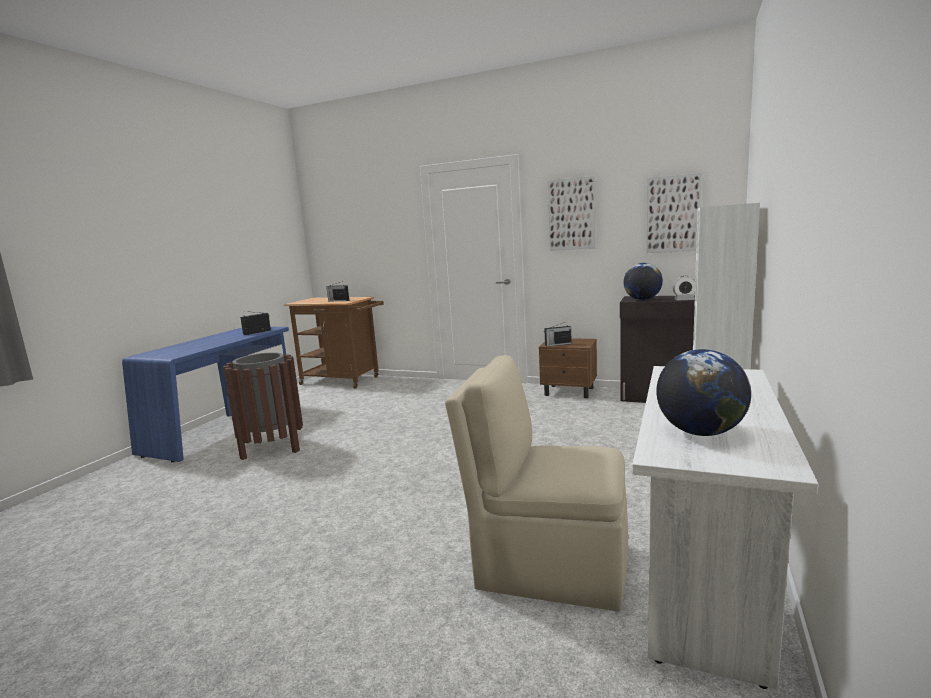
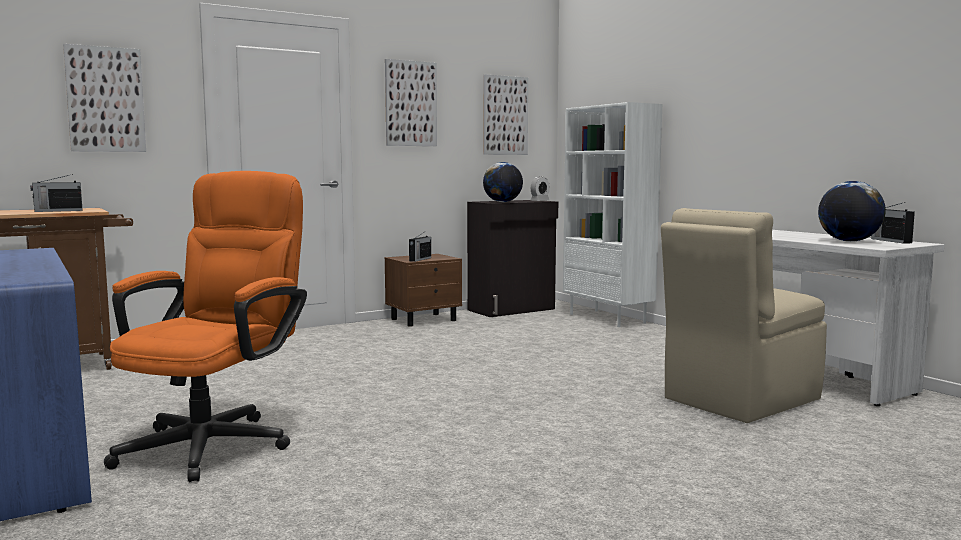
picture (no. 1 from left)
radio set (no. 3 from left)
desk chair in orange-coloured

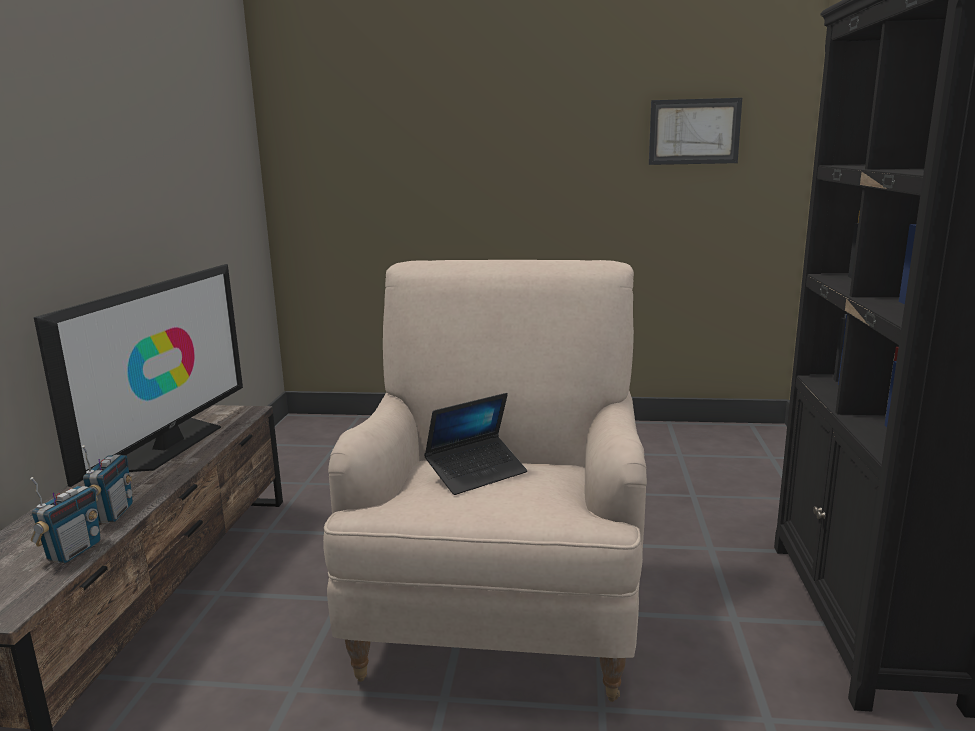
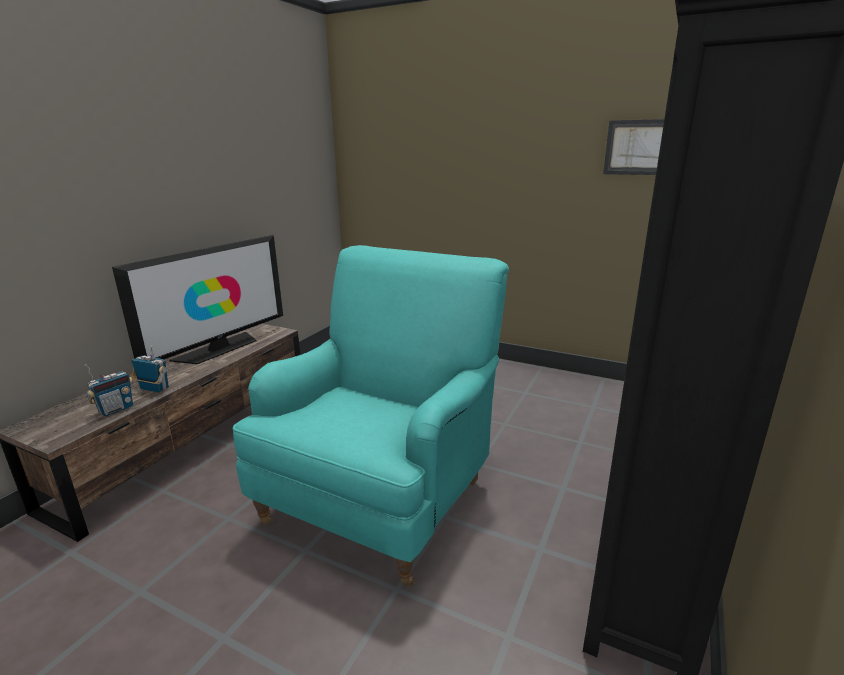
portable computer
armchair in turquoise
radio set (no. 2 from left)

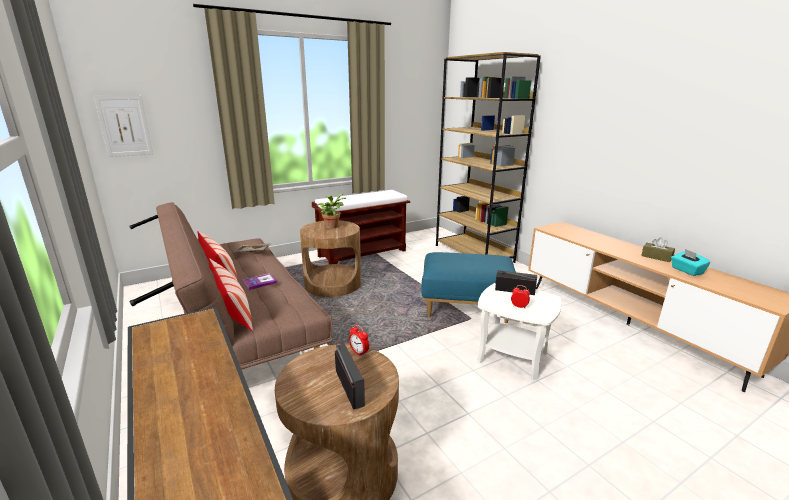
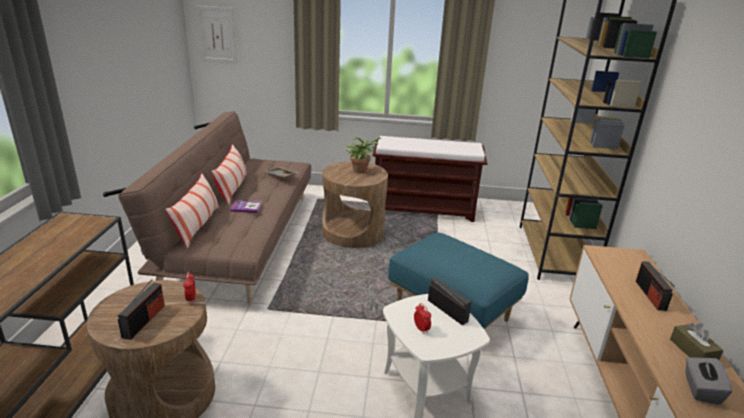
radio set (no. 3 from left)
tissue box in greyish

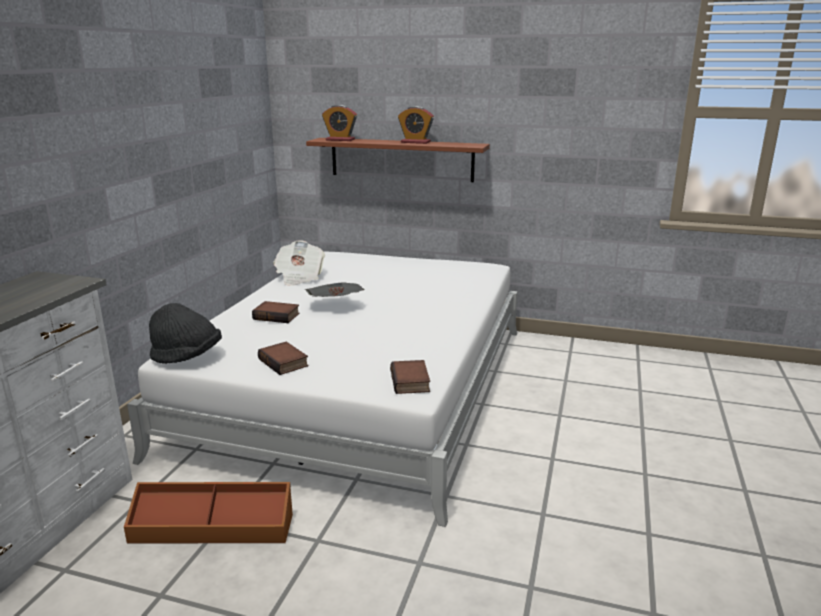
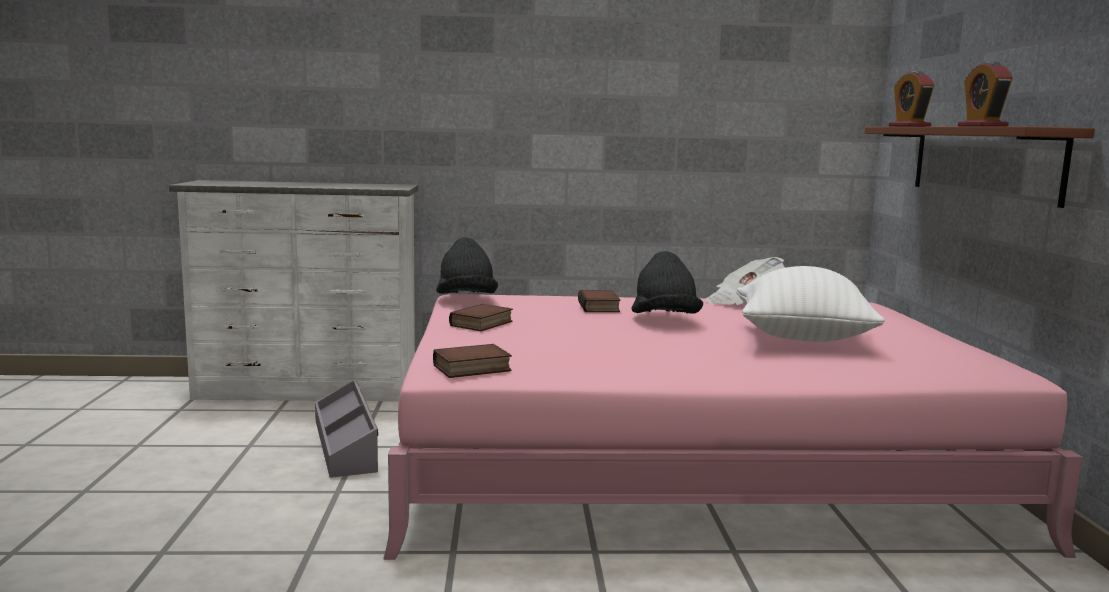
throw pillow in whitish
clothing hat in blackish (no. 2 from left)
storage container in greyish
bed in pink-coloured

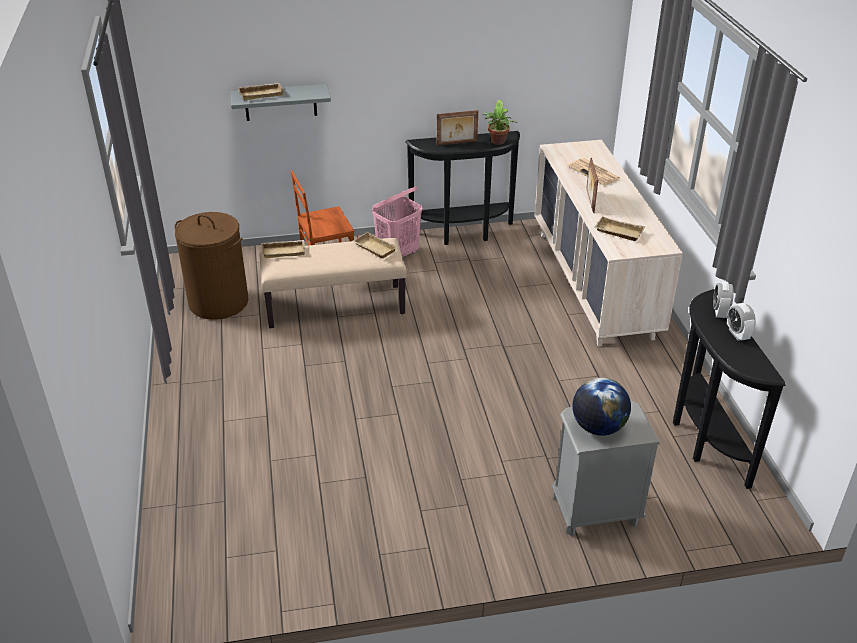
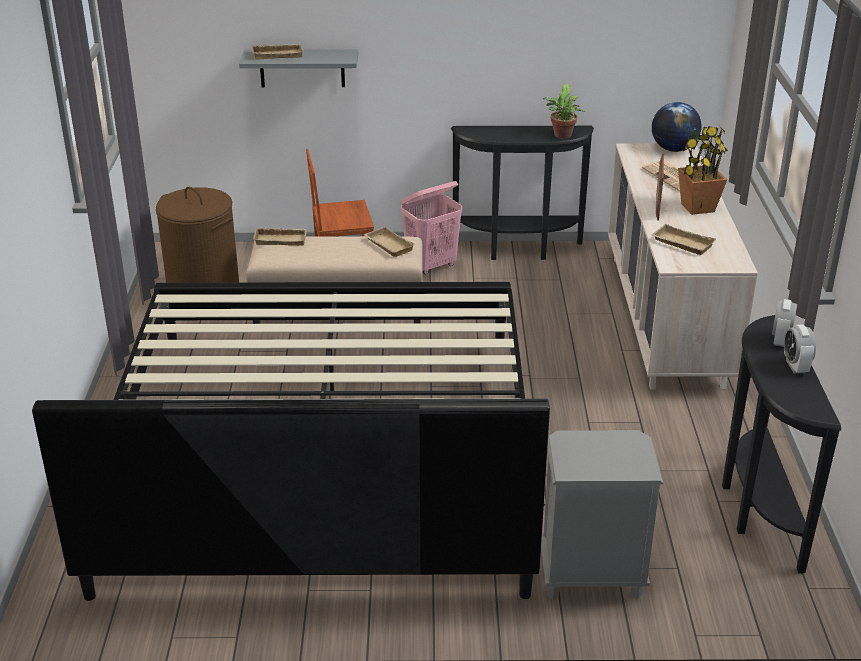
picture frame (no. 1 from left in the first image)
bed
potted plant (no. 2 from left)
world globe

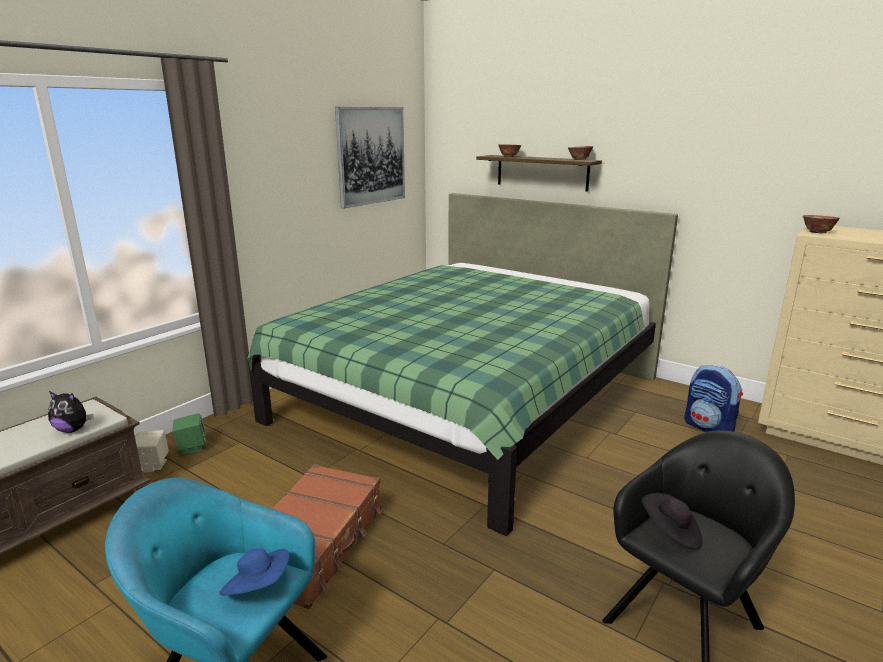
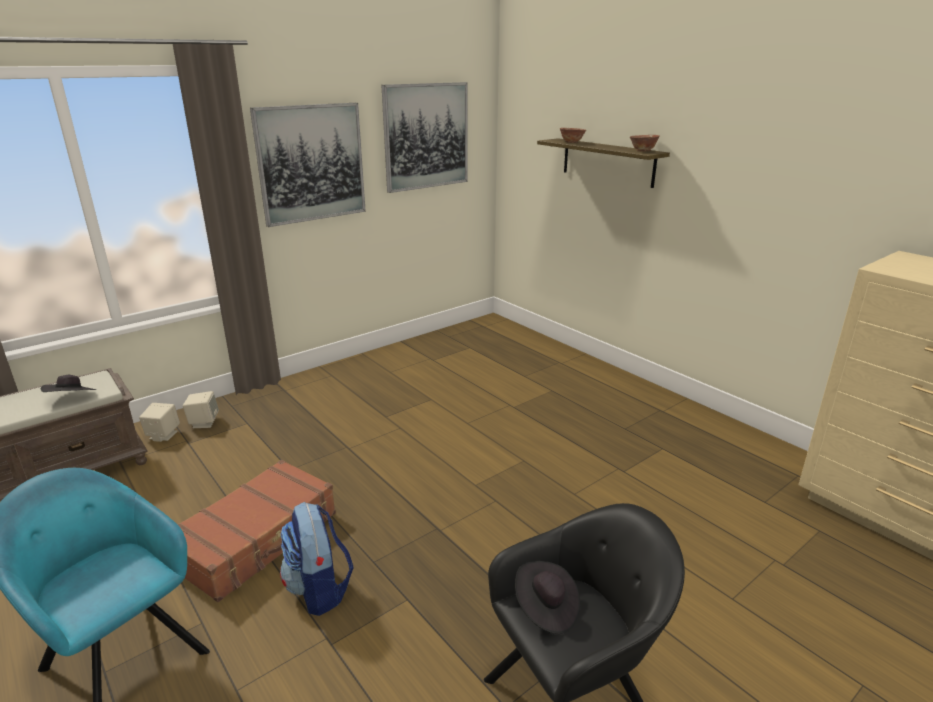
clothing hat in blue
bed in green
bowl (no. 3 from left in the first image)
picture (no. 1 from left)
rucksack
clothing hat in blackish (no. 1 from left)
speaker in beige (no. 2 from left)

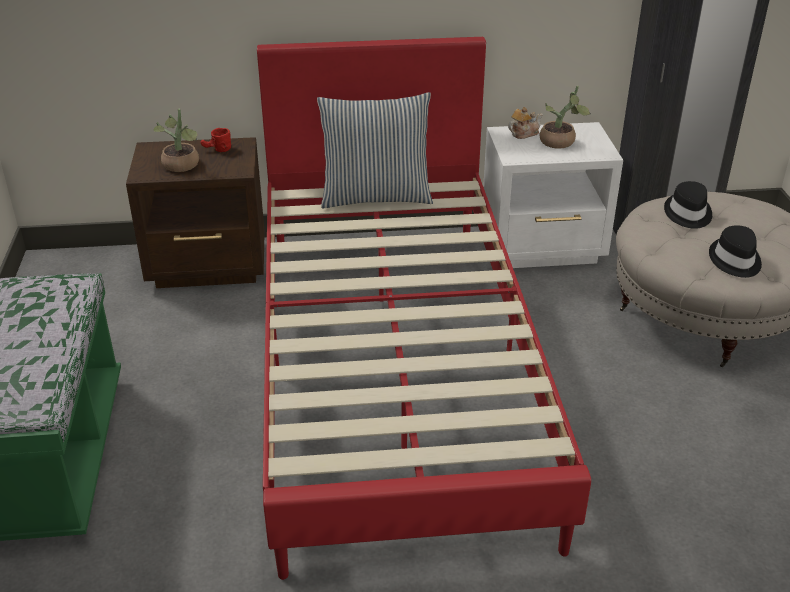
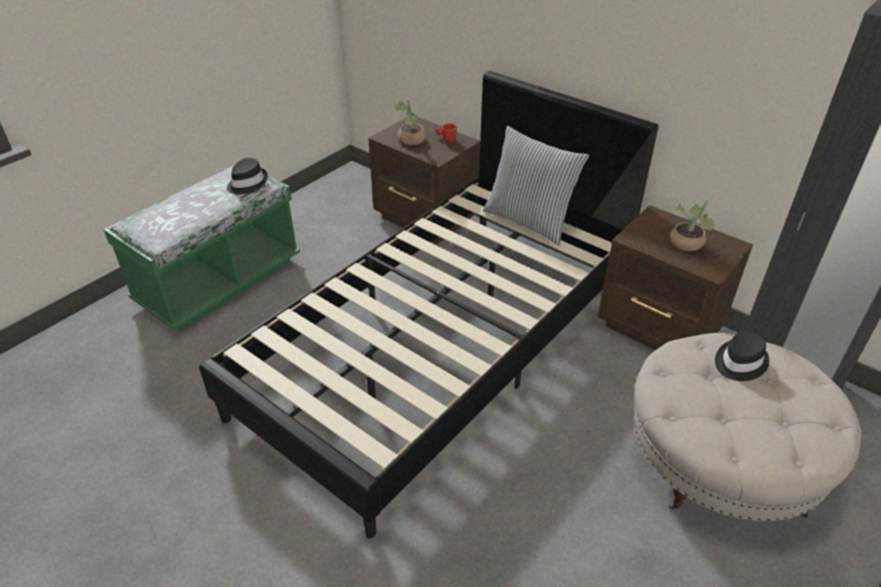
tea pot
clothing hat in blackish (no. 1 from left)
bed in blackish
nightstand in brown (no. 2 from left)

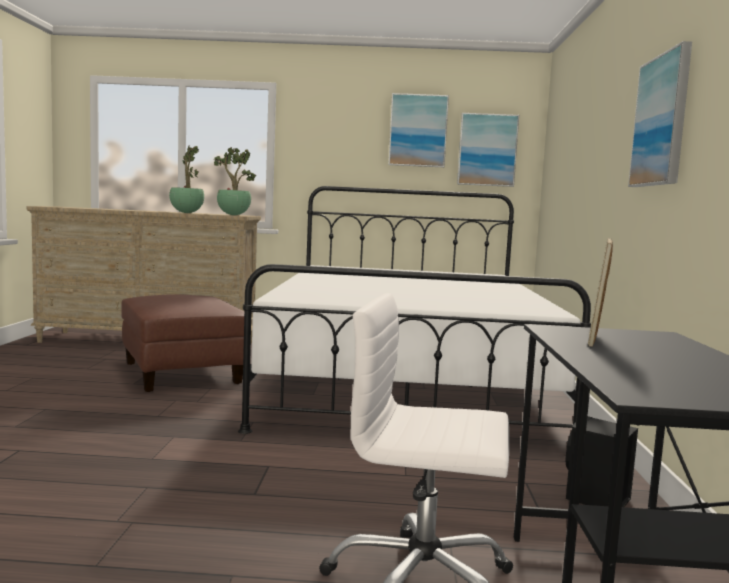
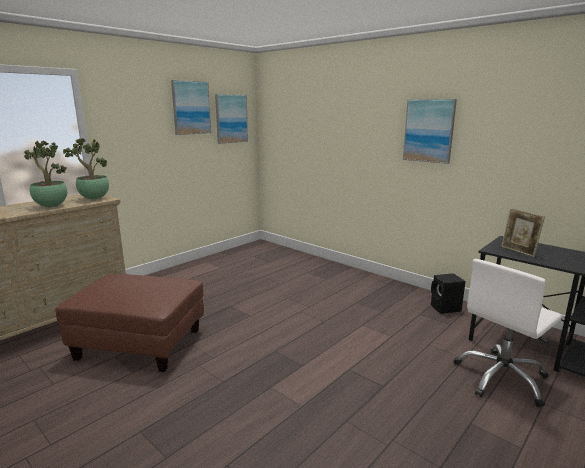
bed in whitish

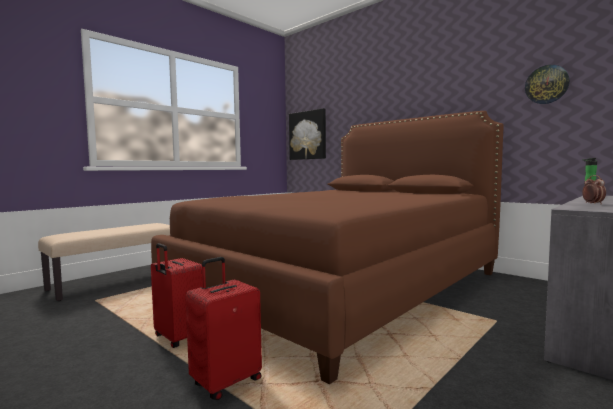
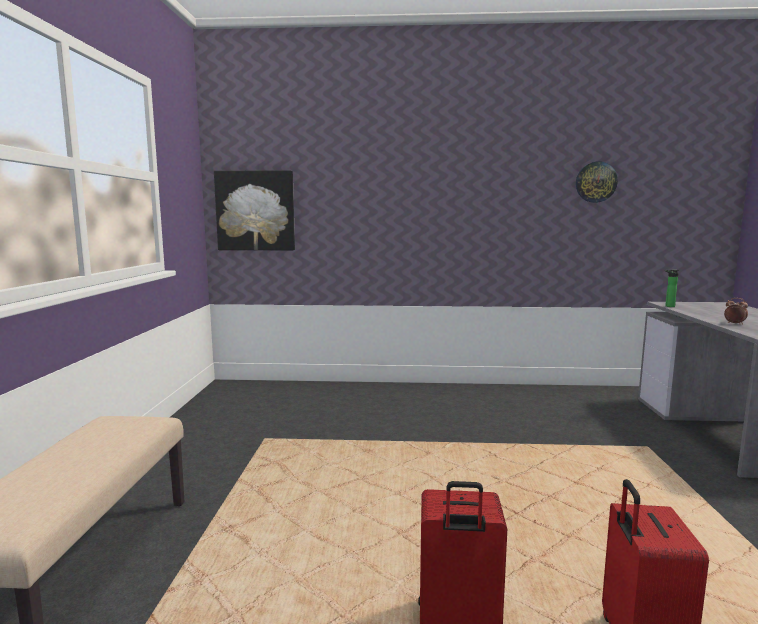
bed in brown

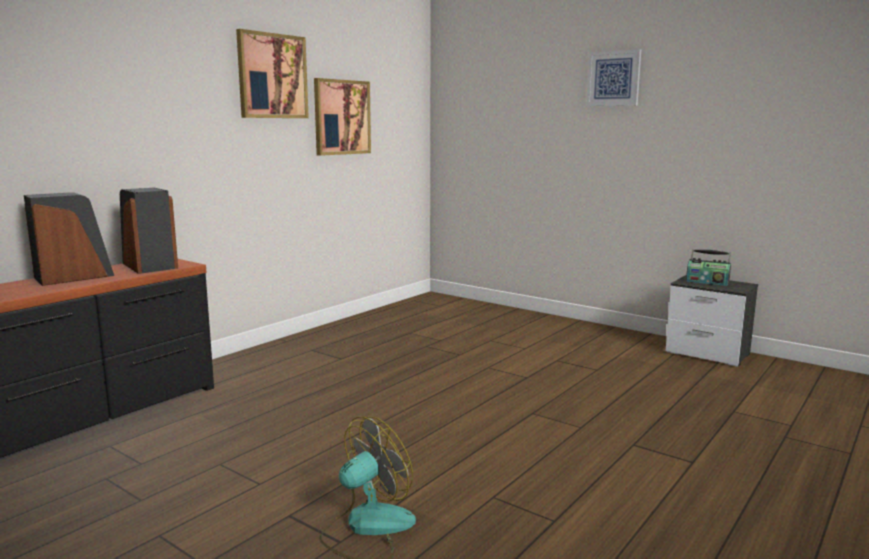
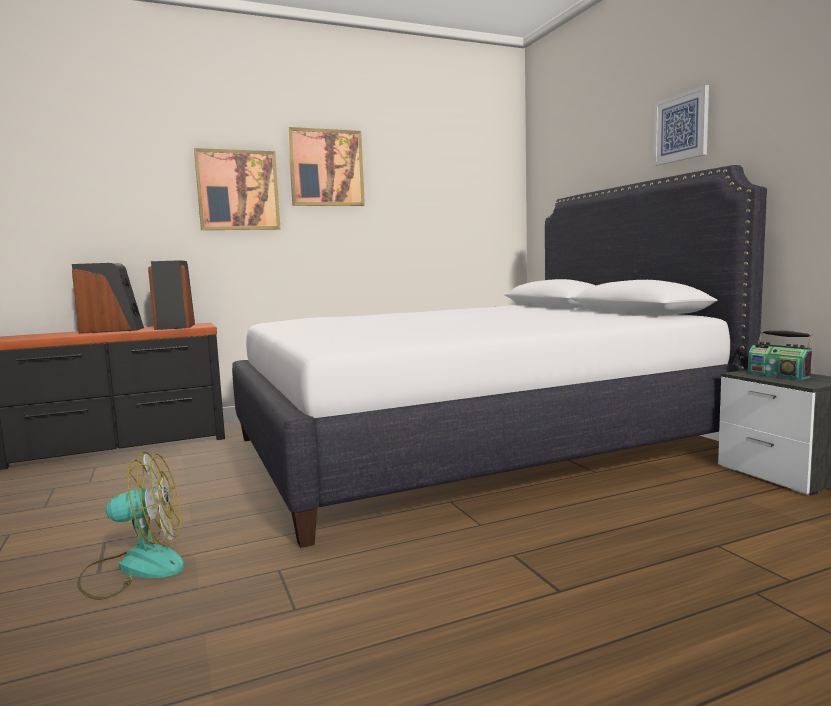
bed in whitish
picture (no. 1 from left)

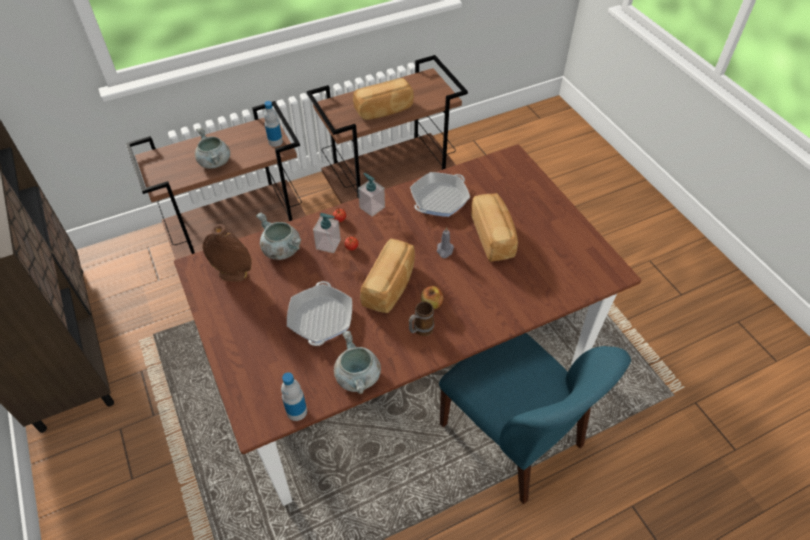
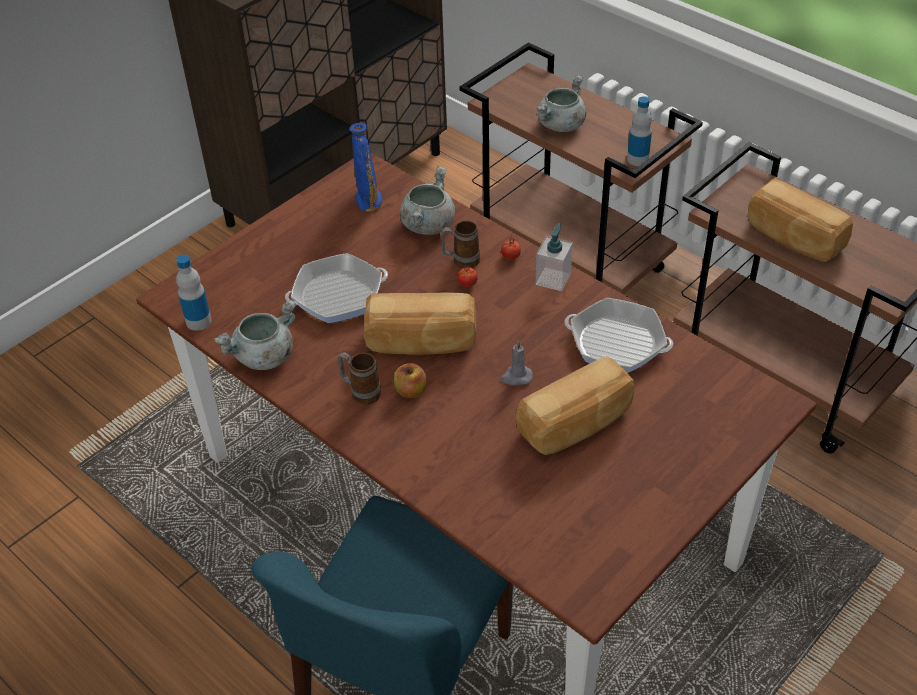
tea mug (no. 2 from left)
flower vase in blue

